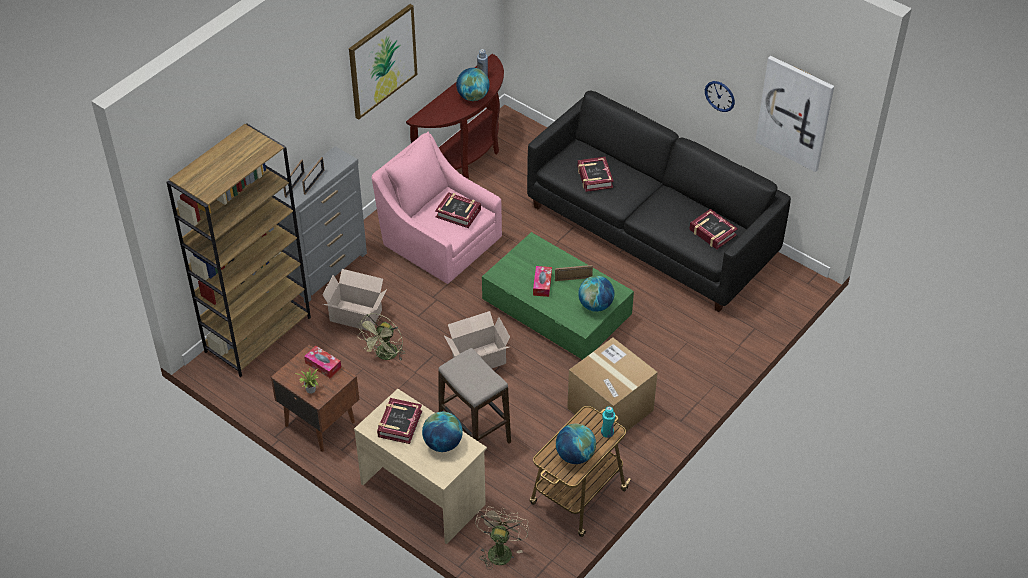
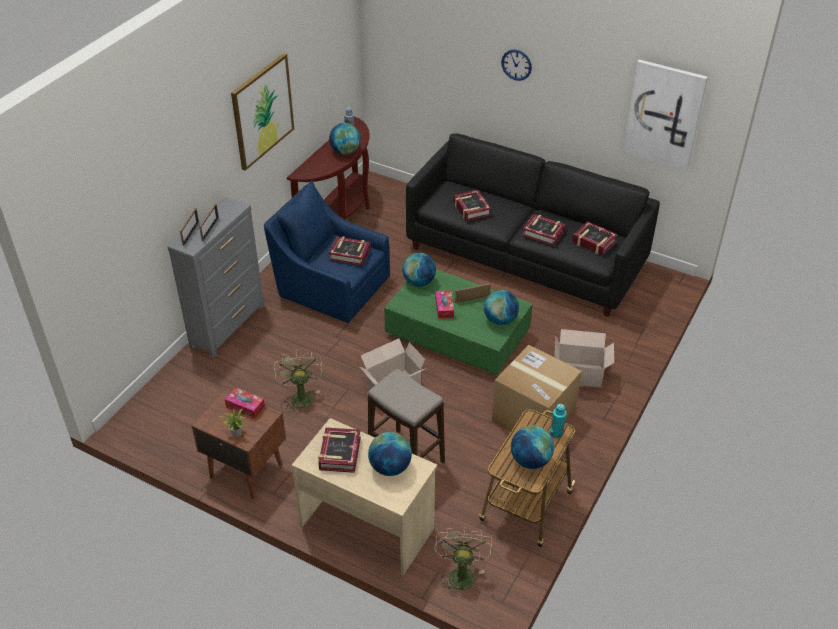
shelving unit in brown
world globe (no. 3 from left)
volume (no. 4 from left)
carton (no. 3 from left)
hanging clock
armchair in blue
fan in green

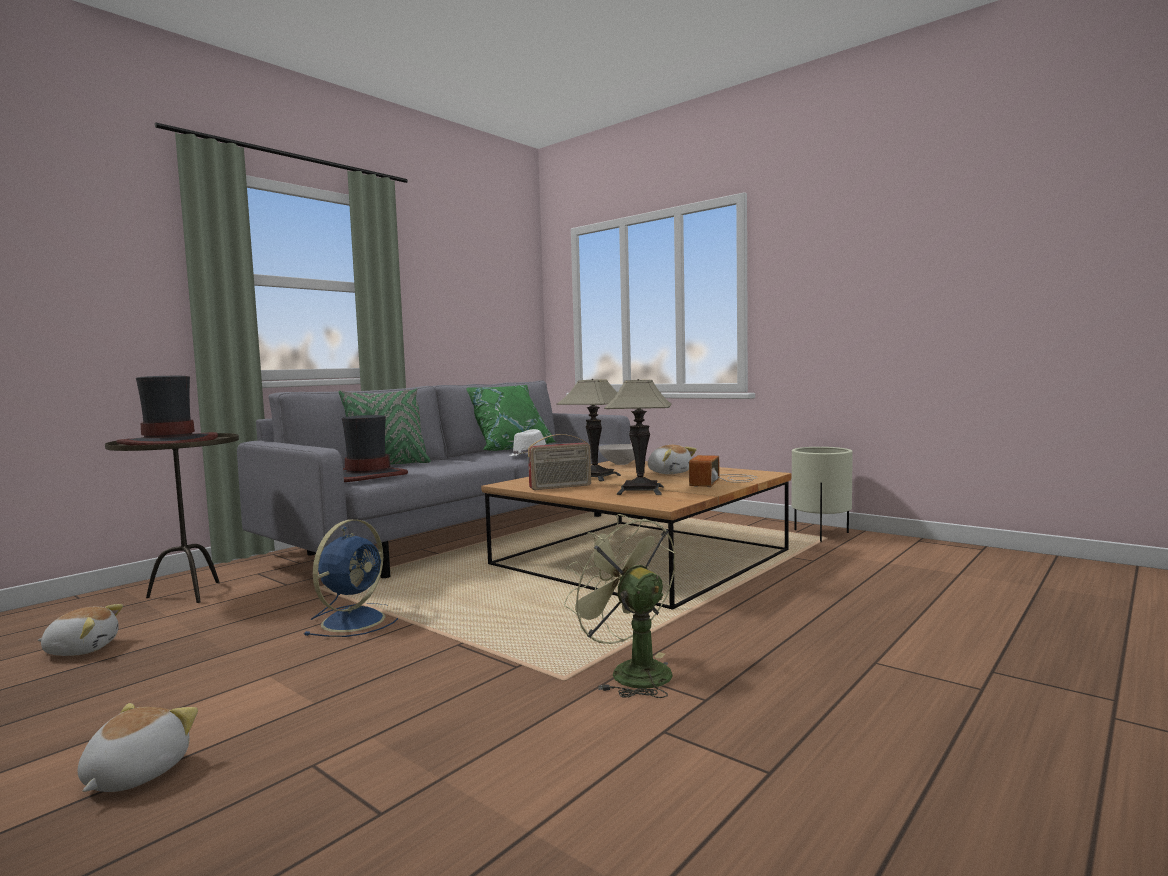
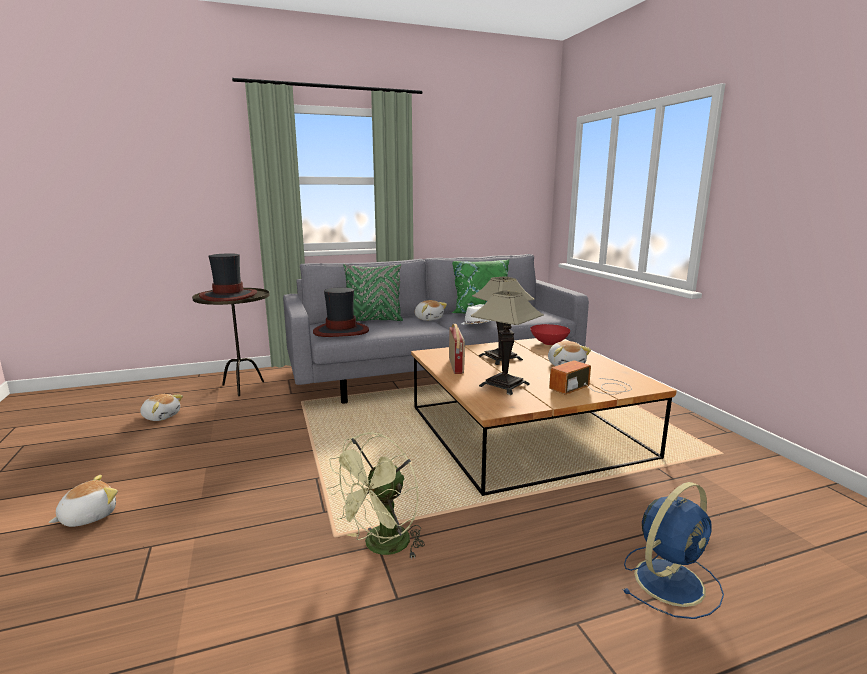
planter in beige
cuddly toy (no. 3 from left)
fan in blue
bowl in red-coloured
radio set (no. 1 from left)
fan in green

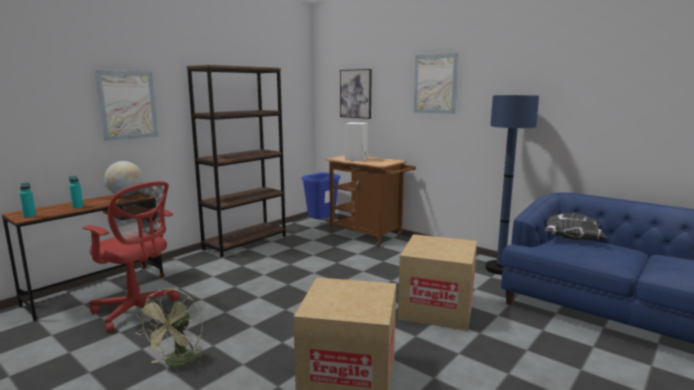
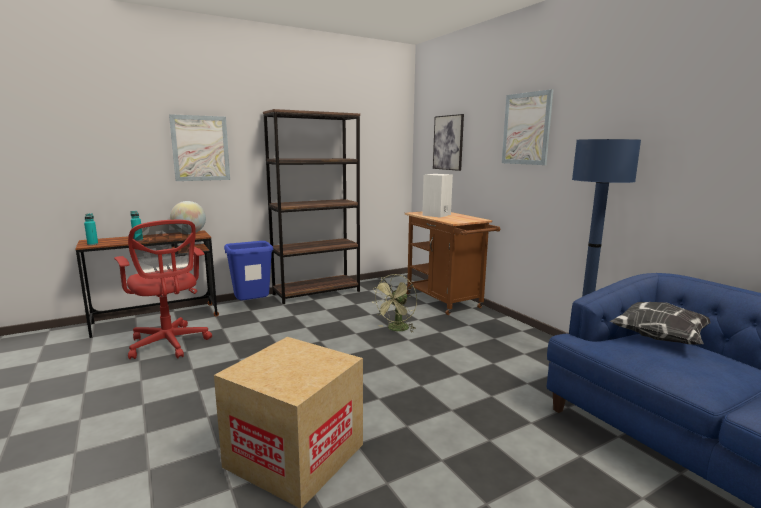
carton (no. 2 from left in the first image)
fan in green
rubbish bin in blue

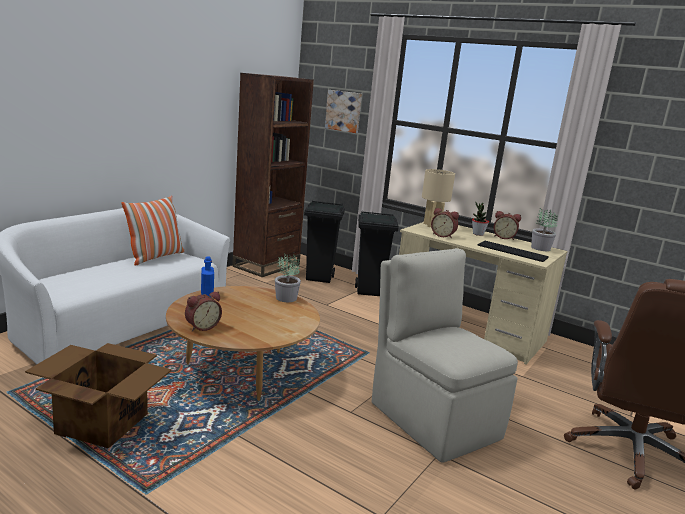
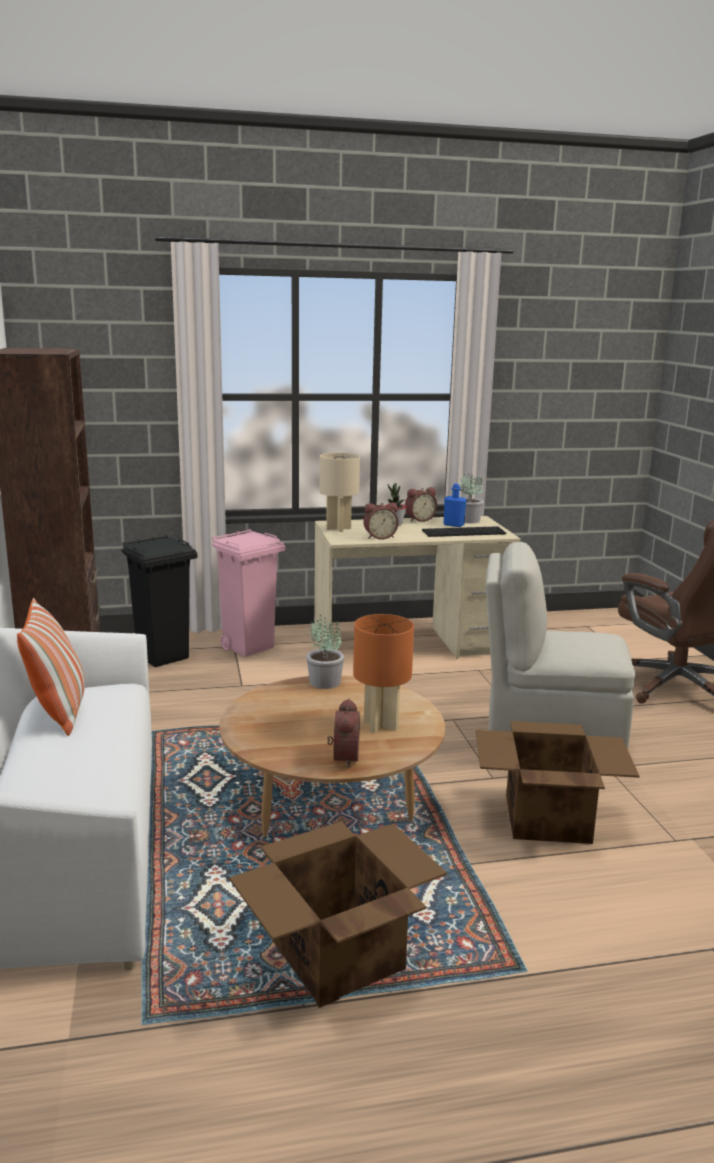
picture
tabletop lamp in orange-coloured
carton (no. 2 from left)
bottle in blue
rubbish bin in pink-coloured

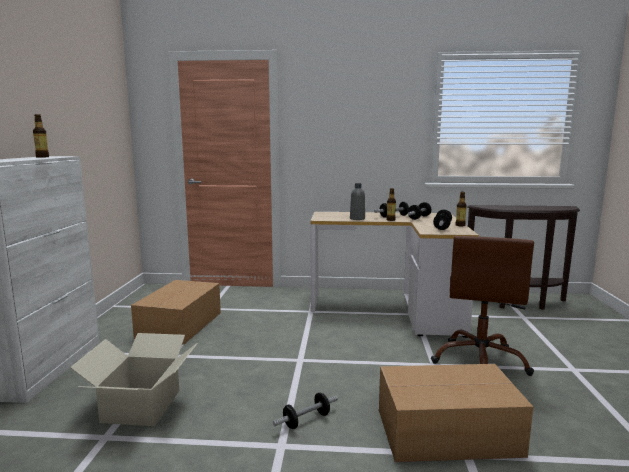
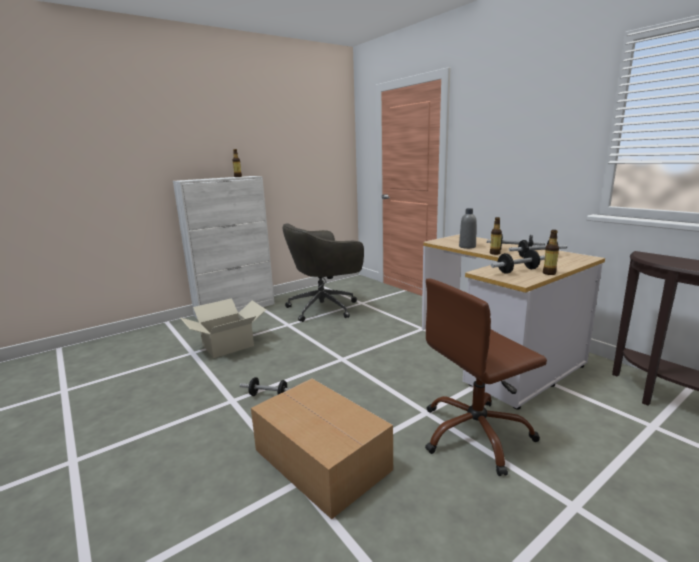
desk chair in greyish

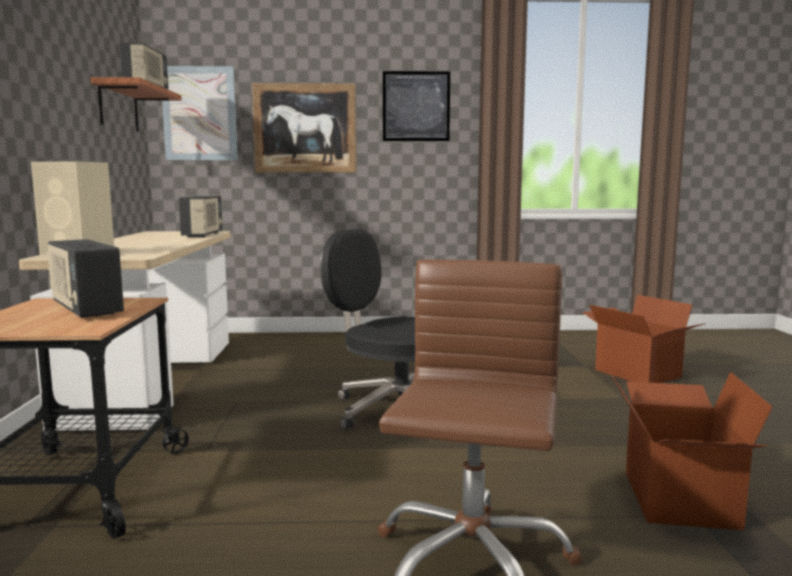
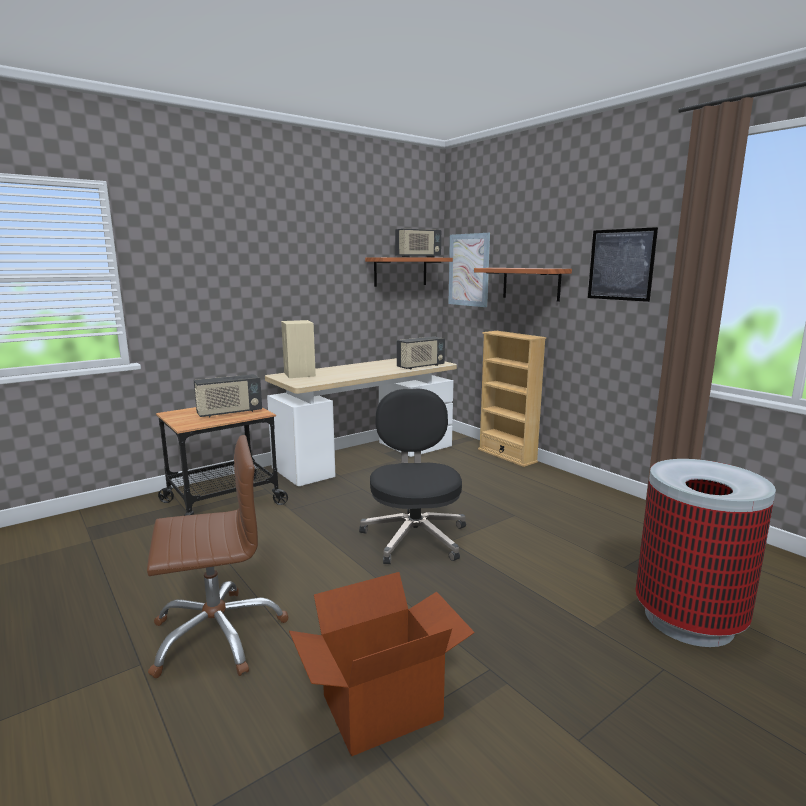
shelving unit in beige
shelf (no. 2 from left)
rubbish bin
radio set (no. 1 from left)

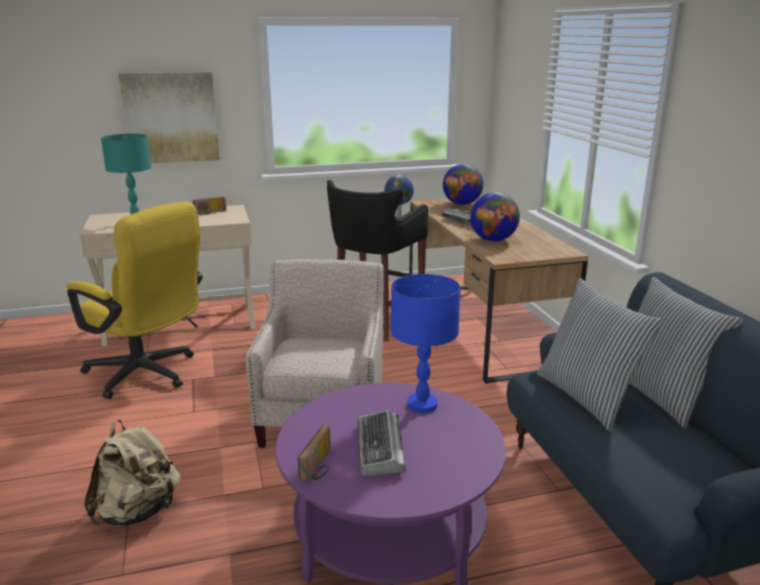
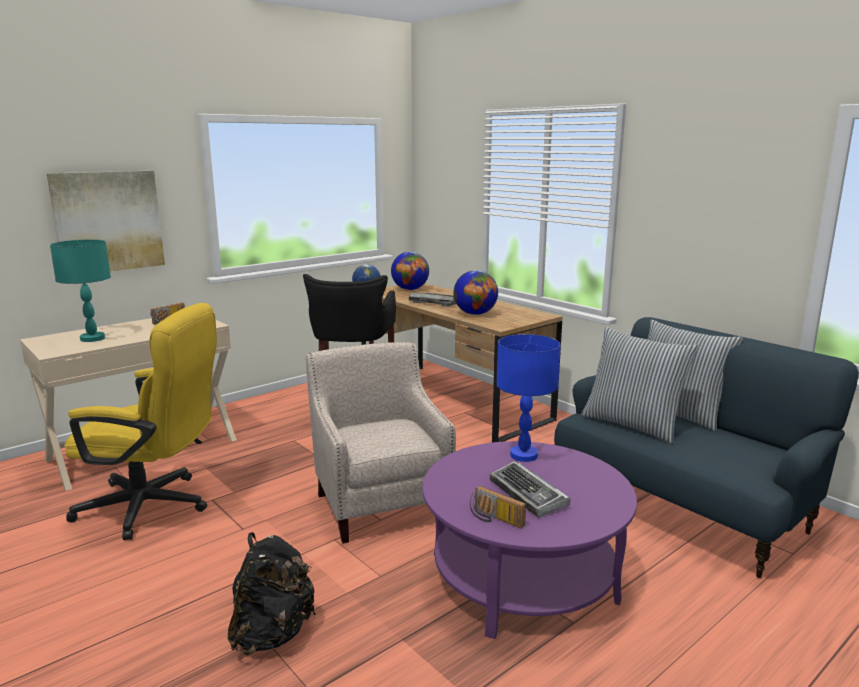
rucksack in blackish
radio set (no. 2 from left)

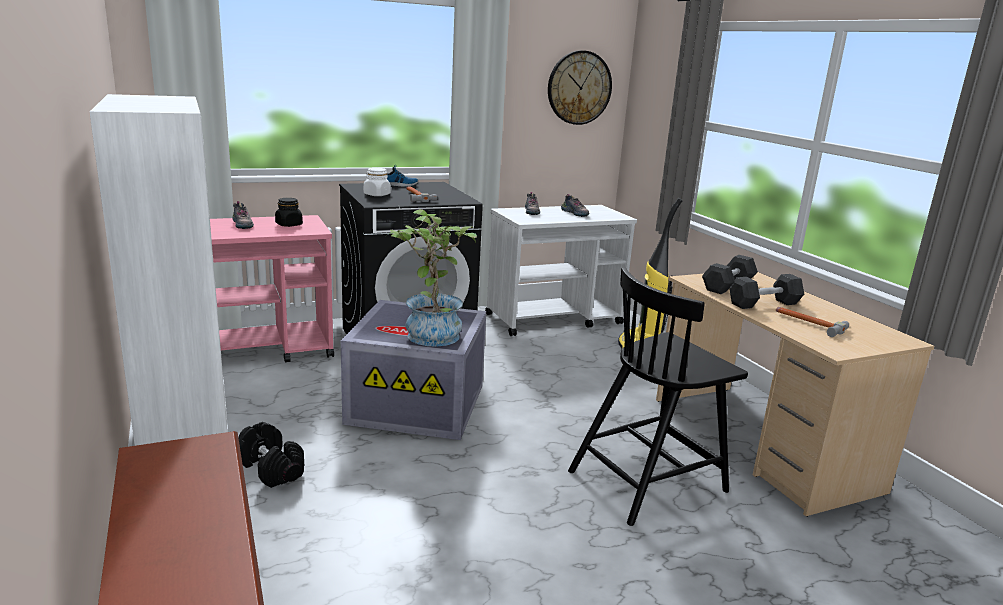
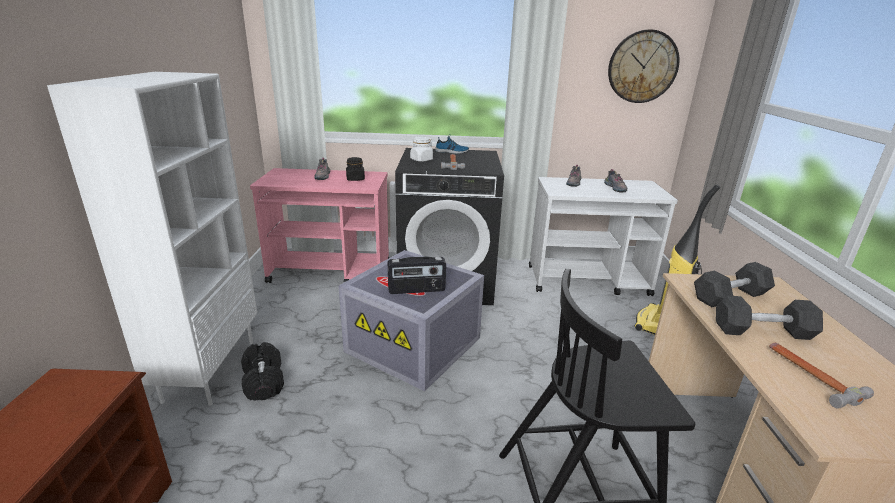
radio set

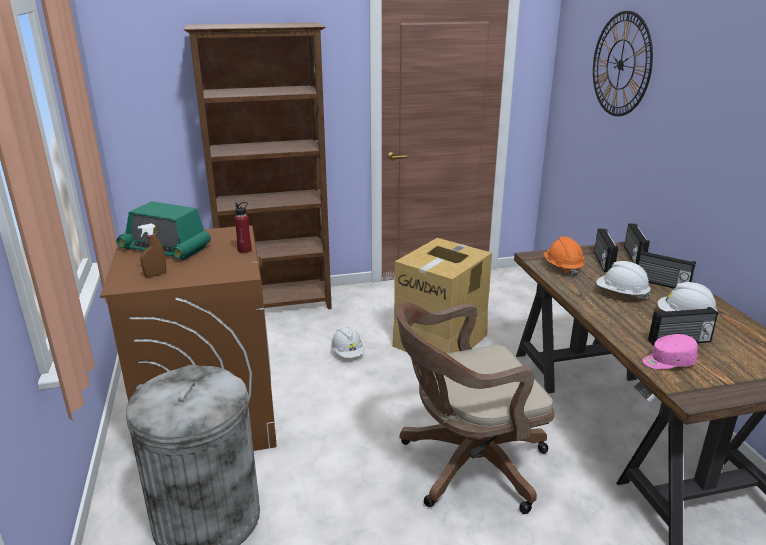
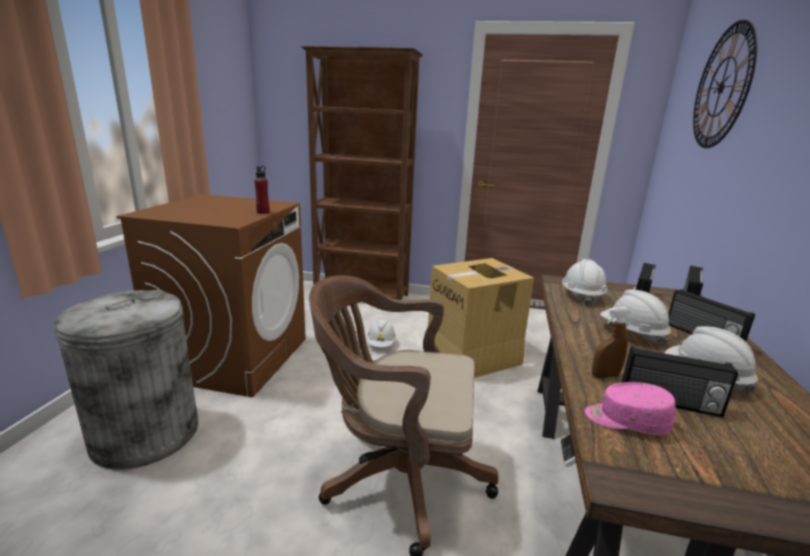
radio set (no. 1 from left in the first image)
spray bottle in brown
work helmet in whitish (no. 2 from left)

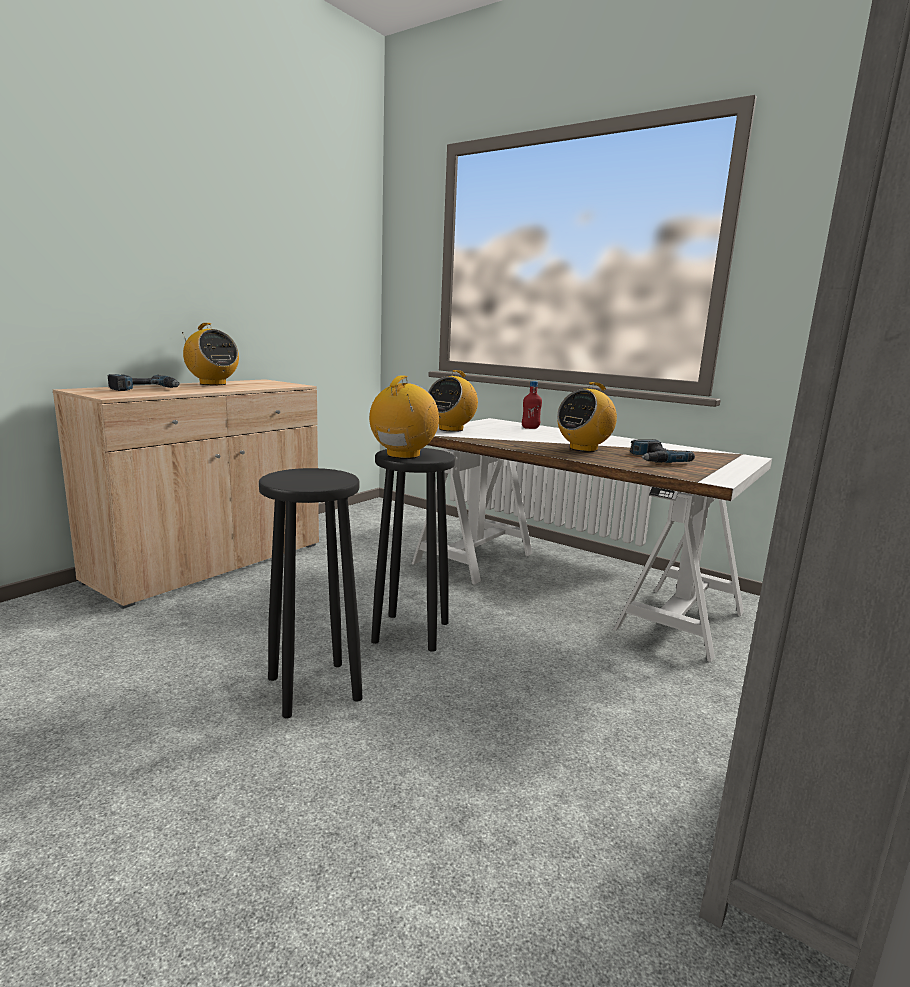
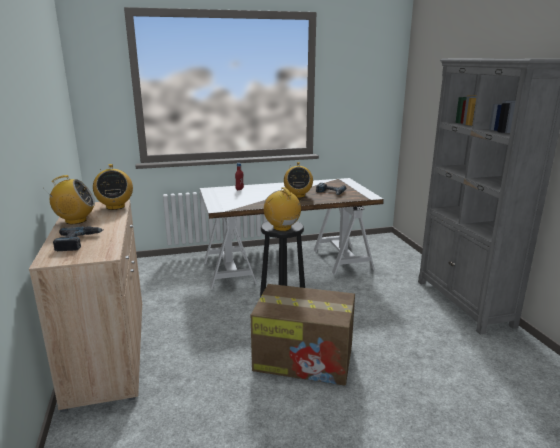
radio set (no. 2 from left)
carton

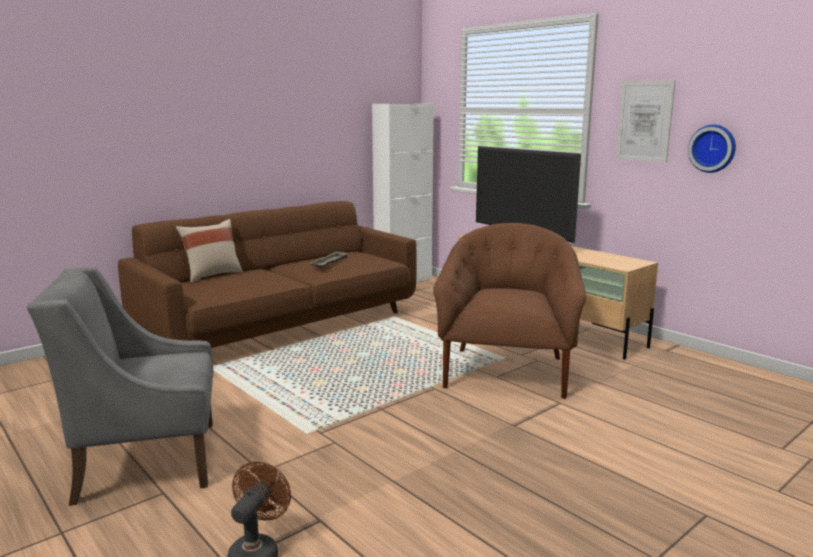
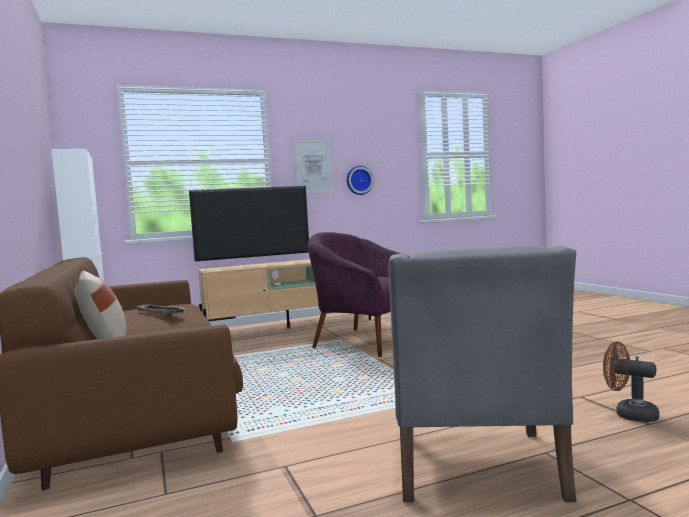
armchair in purple-coloured

